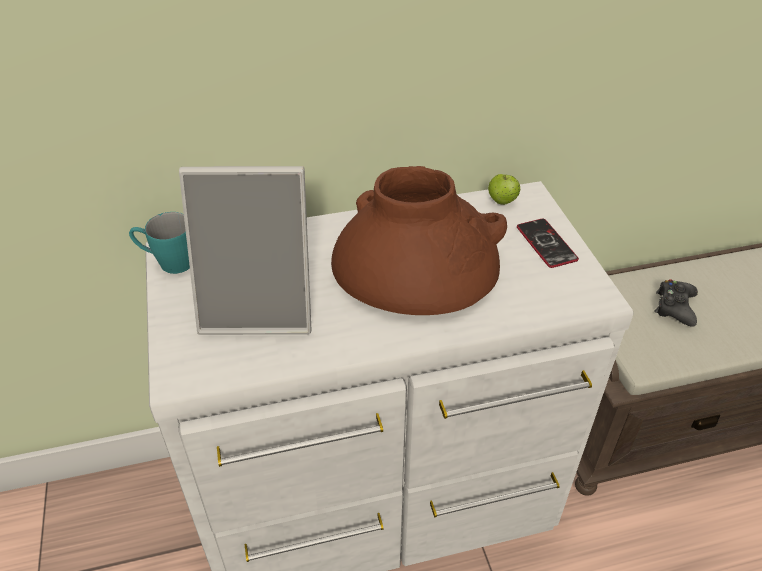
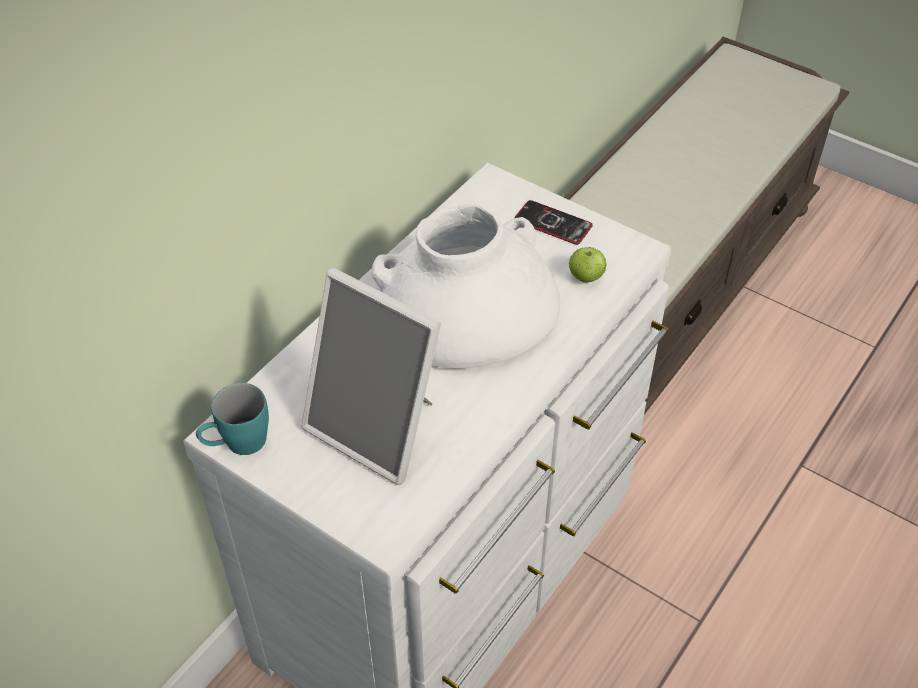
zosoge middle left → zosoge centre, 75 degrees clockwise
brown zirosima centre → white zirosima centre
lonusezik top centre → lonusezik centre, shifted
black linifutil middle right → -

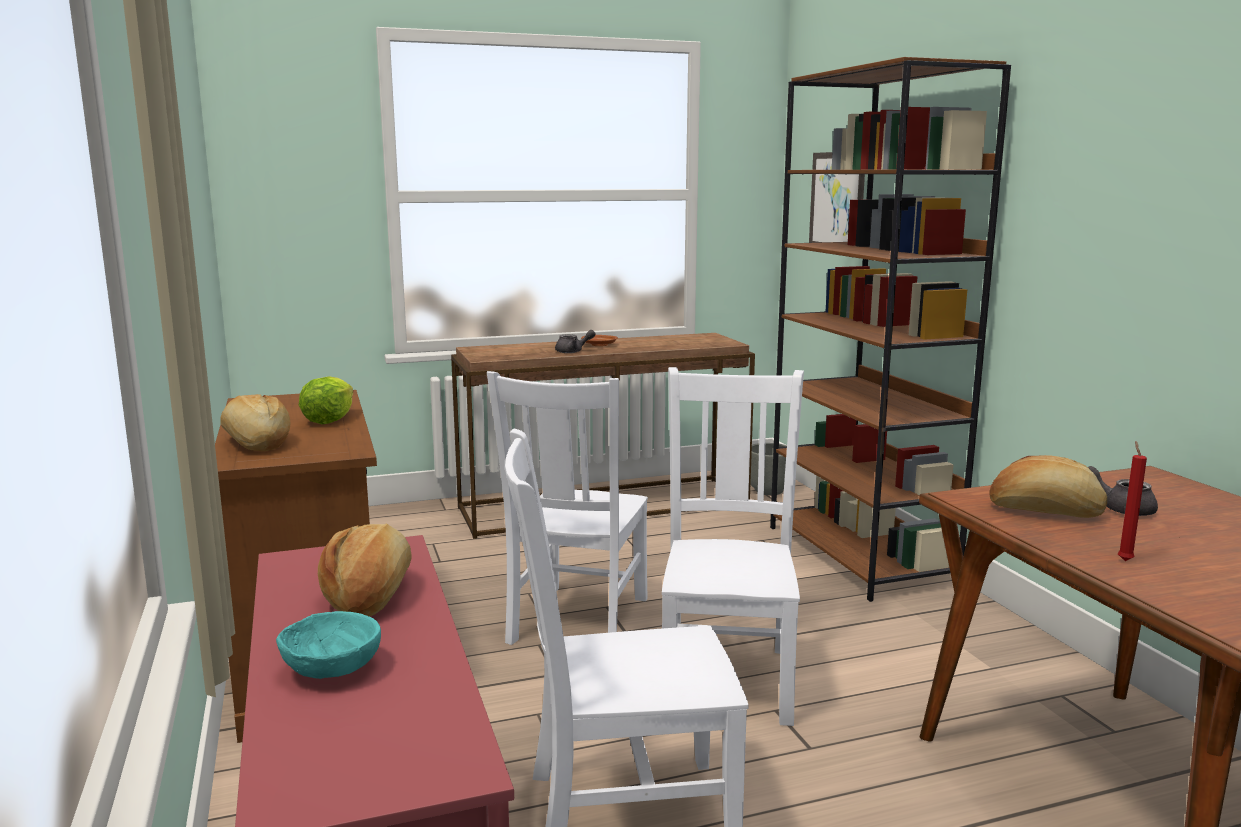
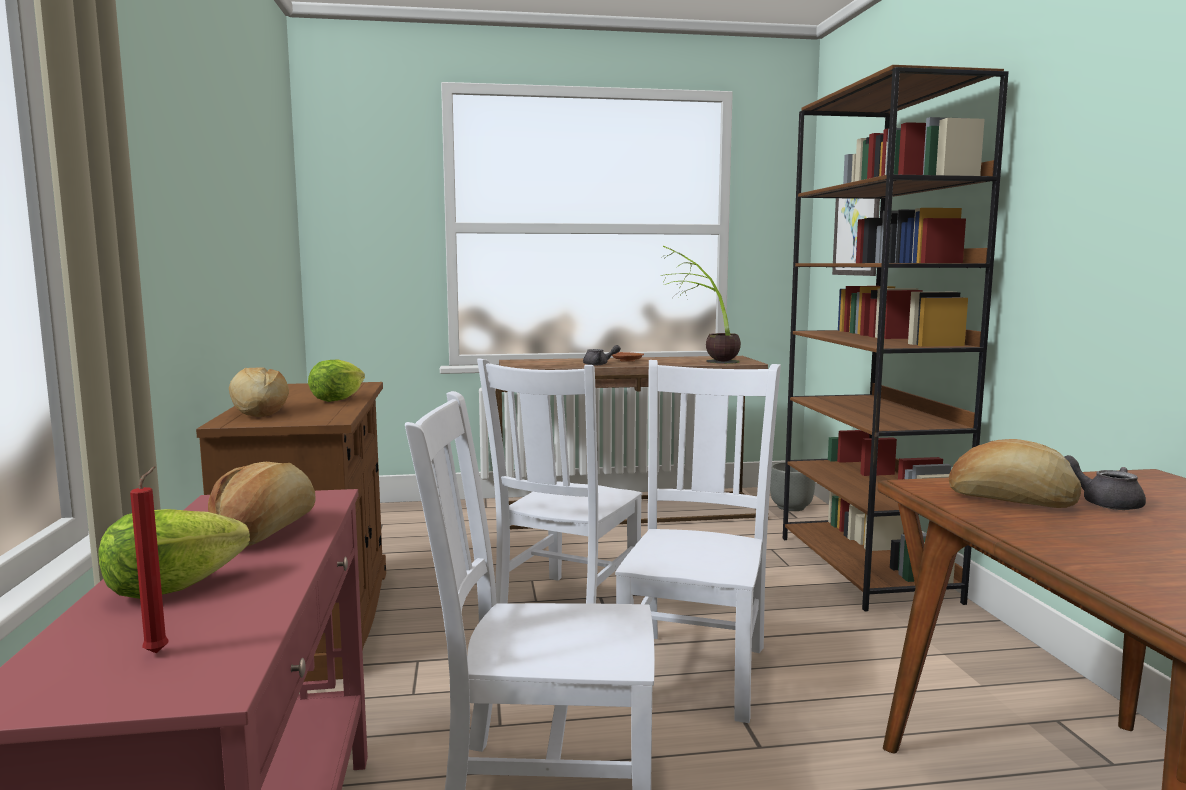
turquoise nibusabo bottom left → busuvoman (no. 1 from left) bottom left
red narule middle right → red narule bottom left, shifted
- → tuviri centre

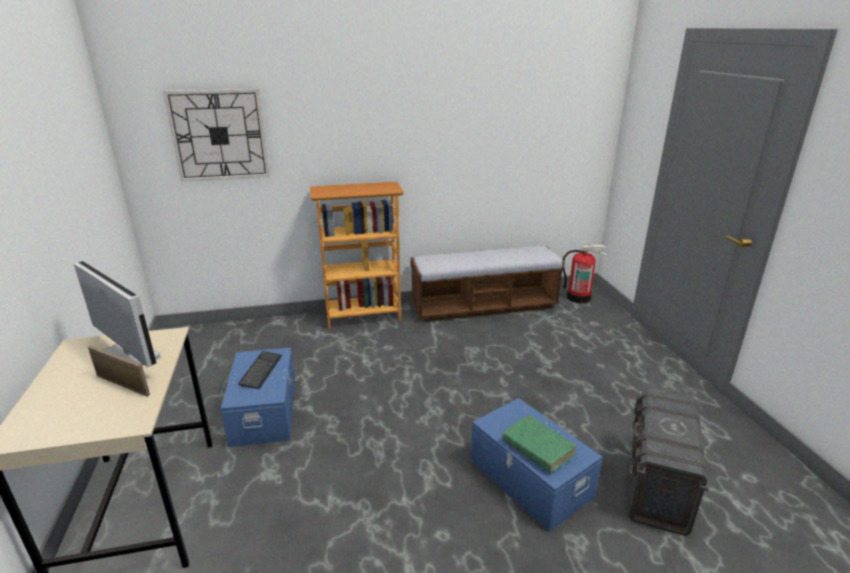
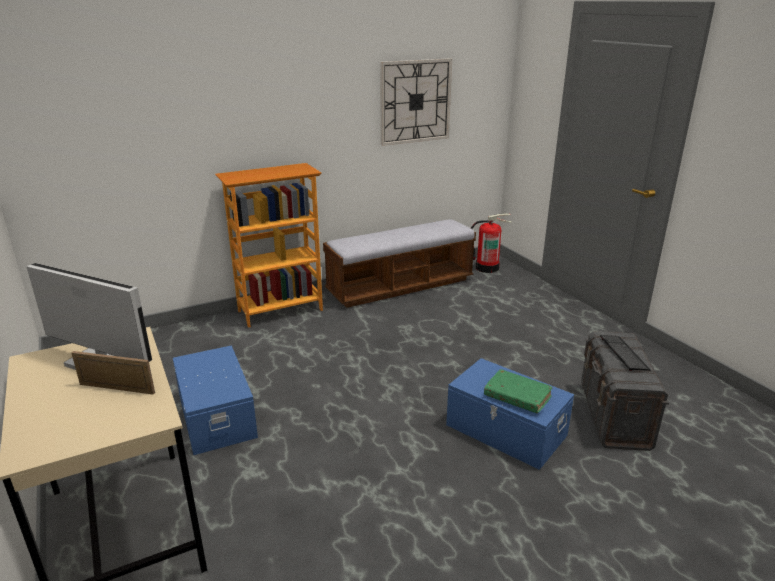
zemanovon top left → zemanovon top centre, shifted
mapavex middle left → mapavex middle right, shifted

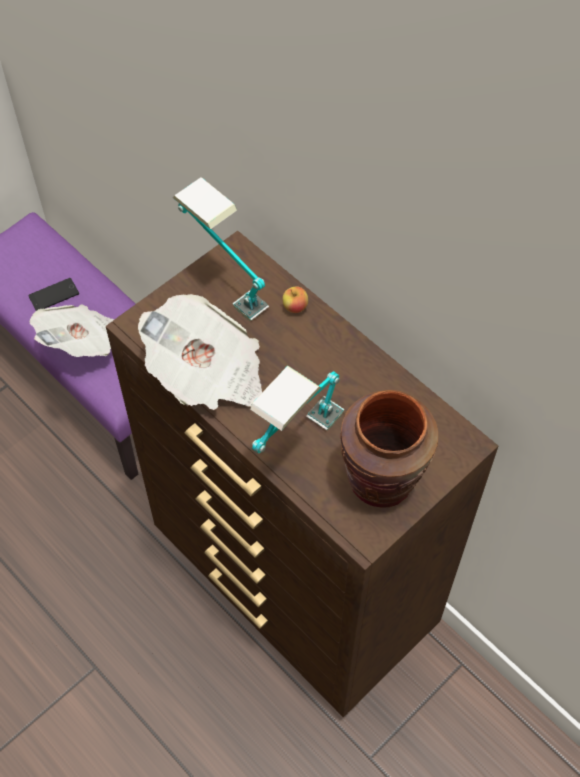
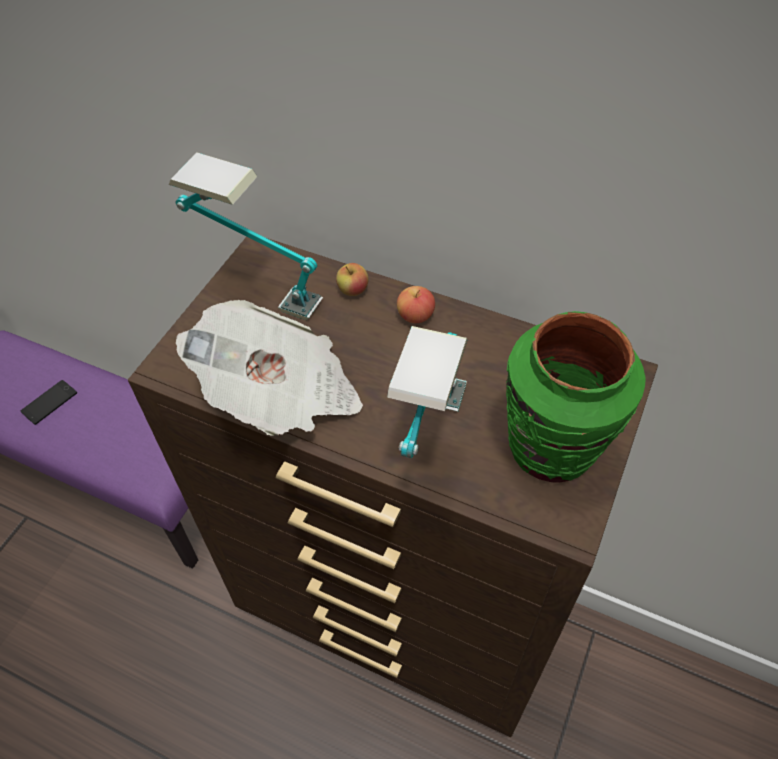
- → lonusezik (no. 2 from left) centre
brown zirosima middle right → green zirosima middle right
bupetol (no. 1 from left) middle left → -

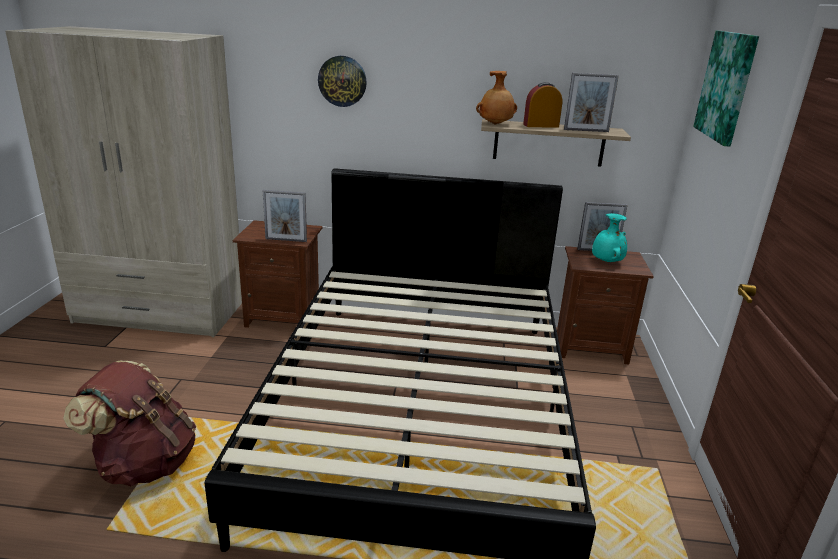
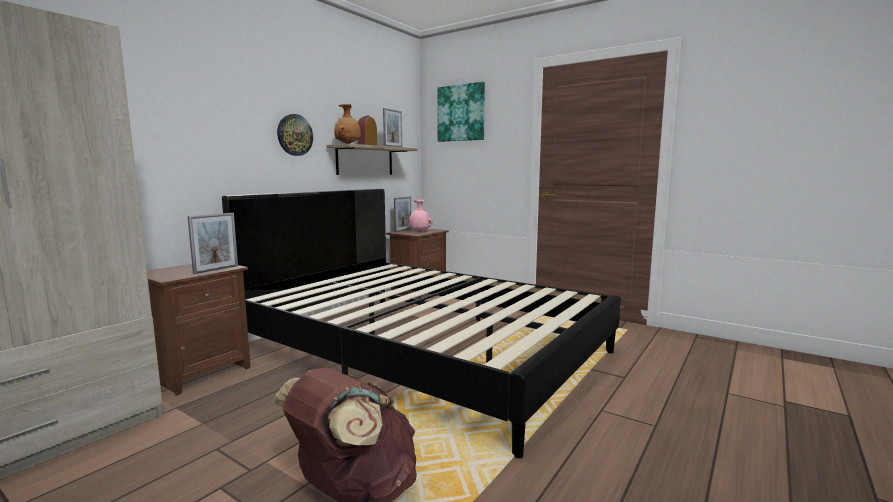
zemanovon top centre → zemanovon top left, shifted
turquoise zirosima middle right → pink zirosima centre

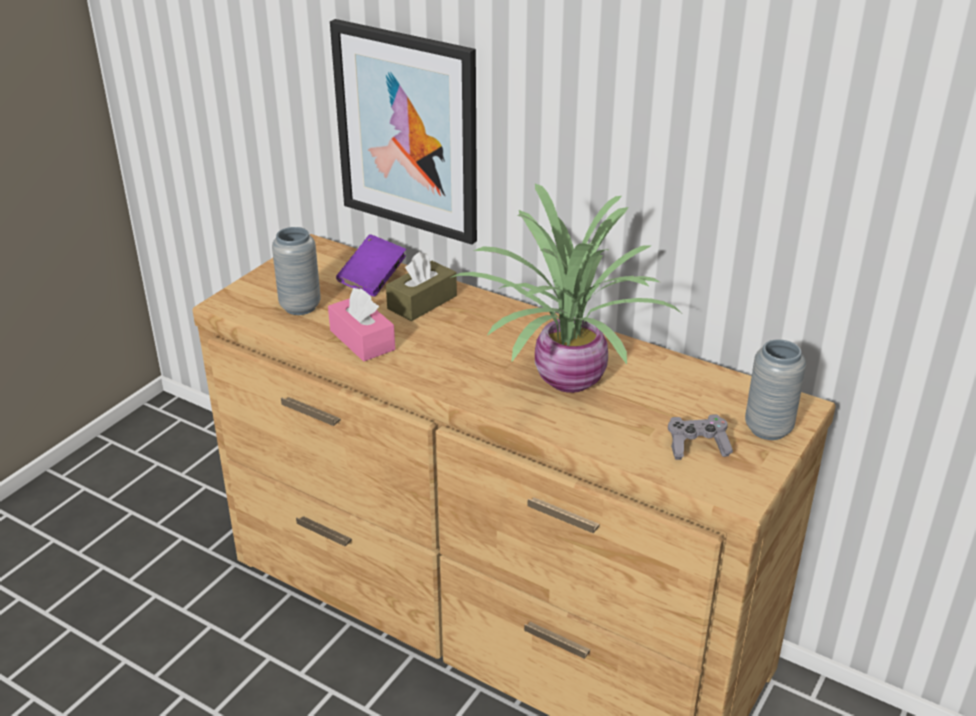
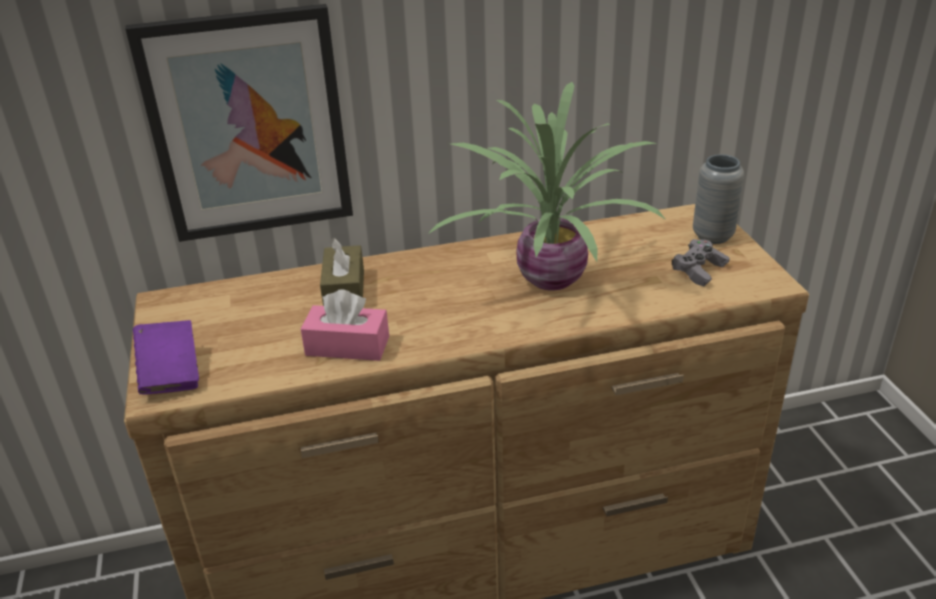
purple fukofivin centre → purple fukofivin middle left, shifted
grey zirosima (no. 1 from left) middle left → -

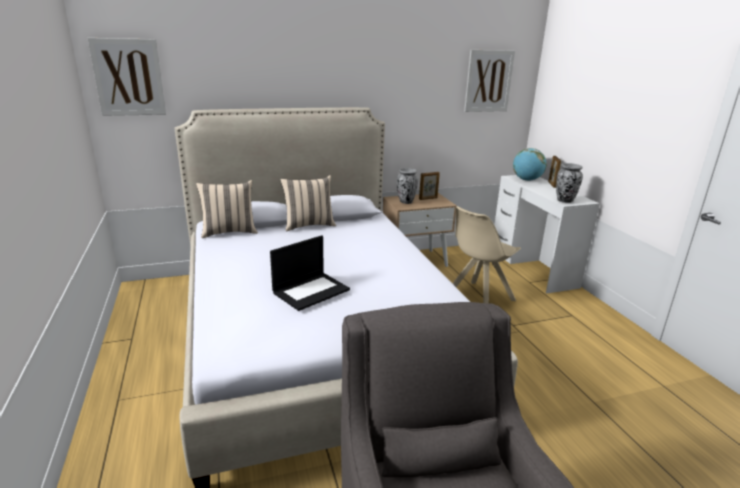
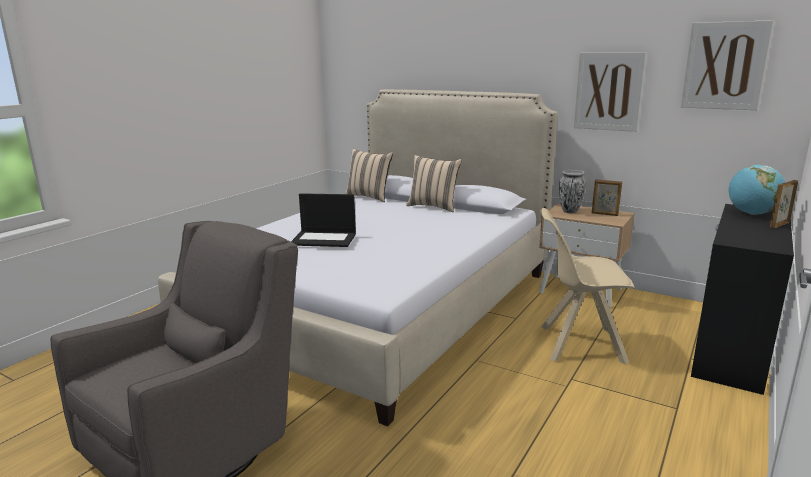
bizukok (no. 1 from left) top left → bizukok (no. 1 from left) top right, shifted
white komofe middle right → black komofe middle right
zirosima (no. 2 from left) middle right → -

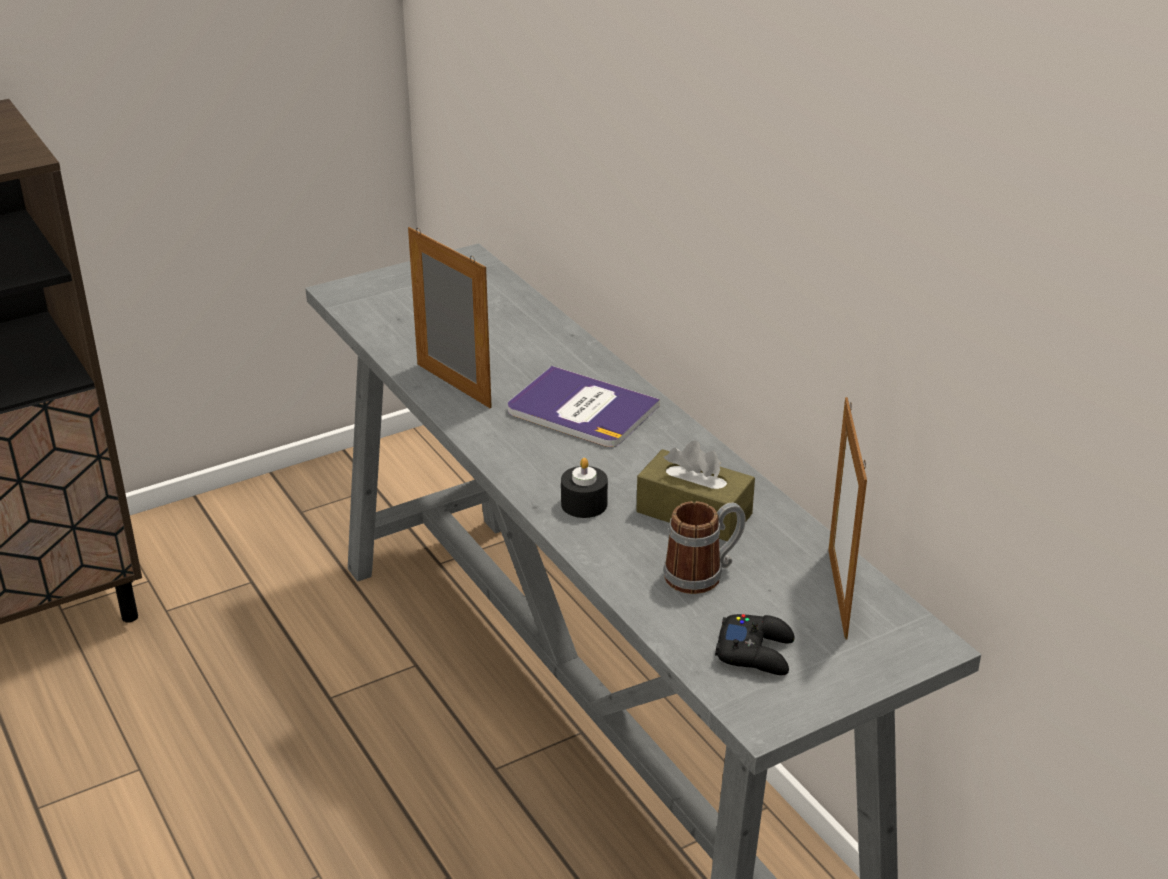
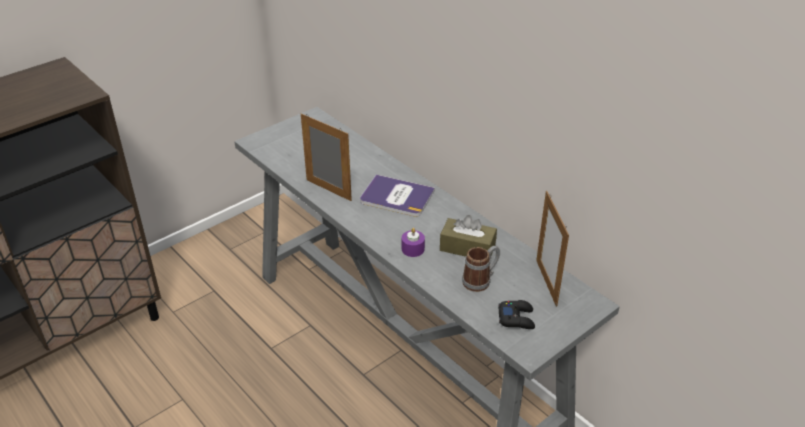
black narule centre → purple narule centre

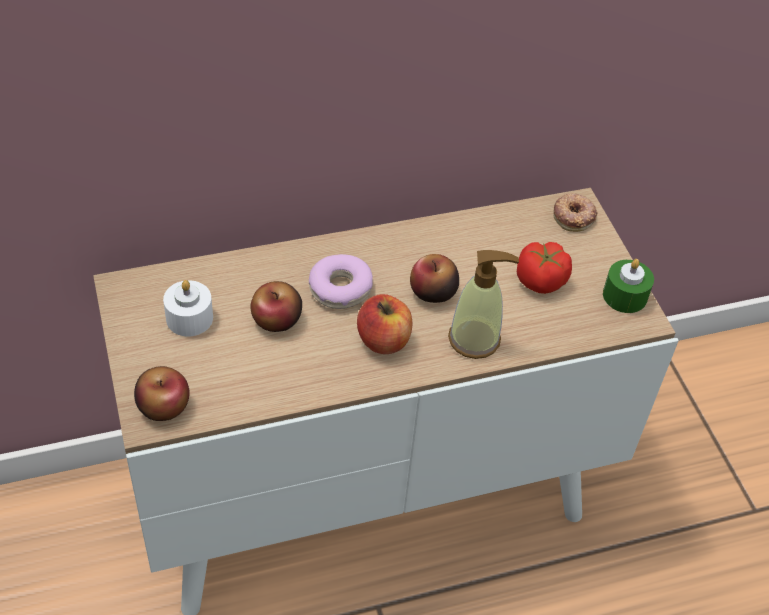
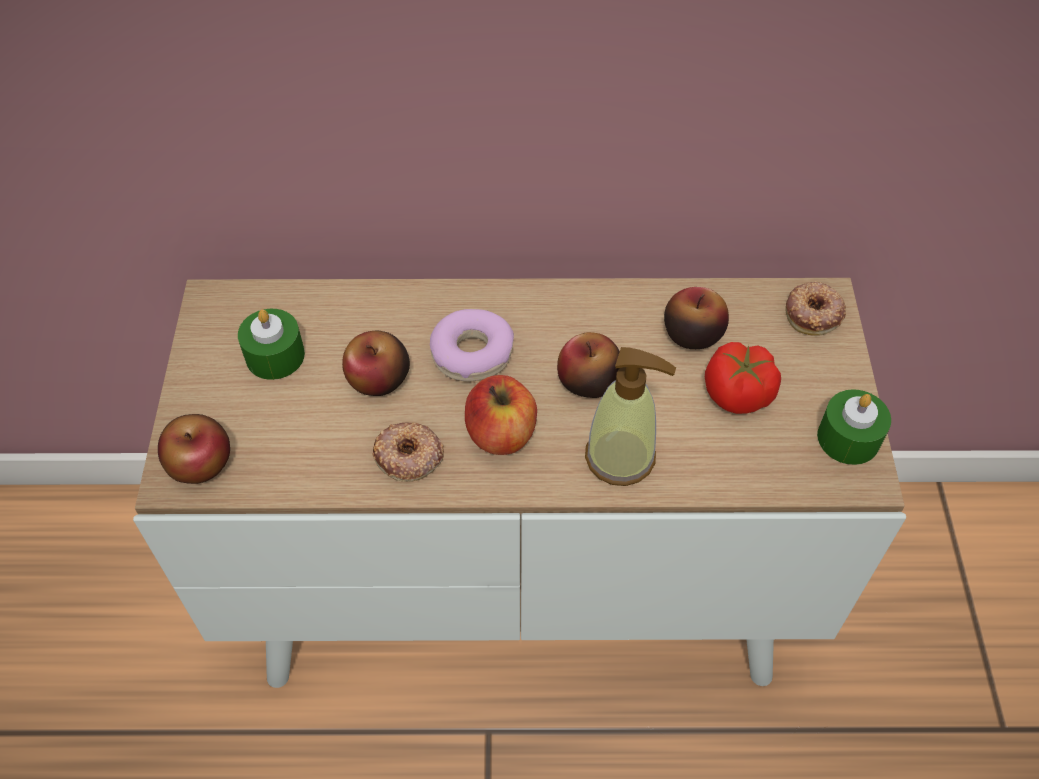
white narule middle left → green narule (no. 1 from left) middle left
- → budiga (no. 1 from left) centre
- → lonusezik (no. 5 from left) middle right

